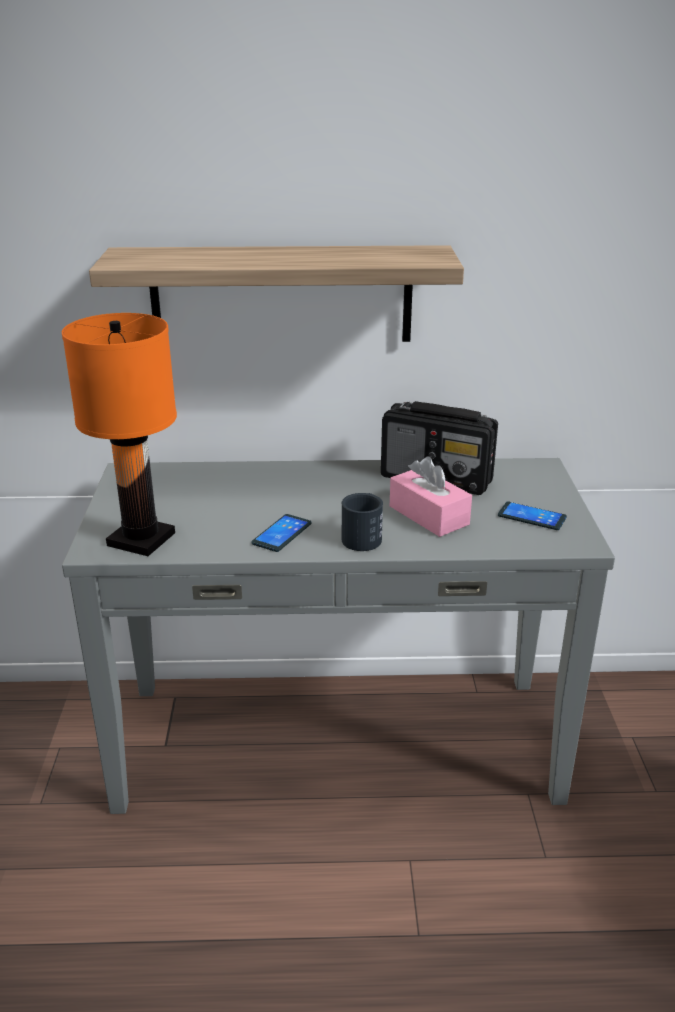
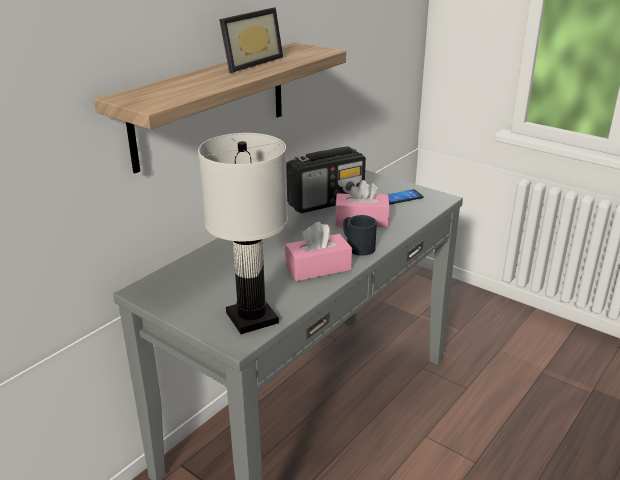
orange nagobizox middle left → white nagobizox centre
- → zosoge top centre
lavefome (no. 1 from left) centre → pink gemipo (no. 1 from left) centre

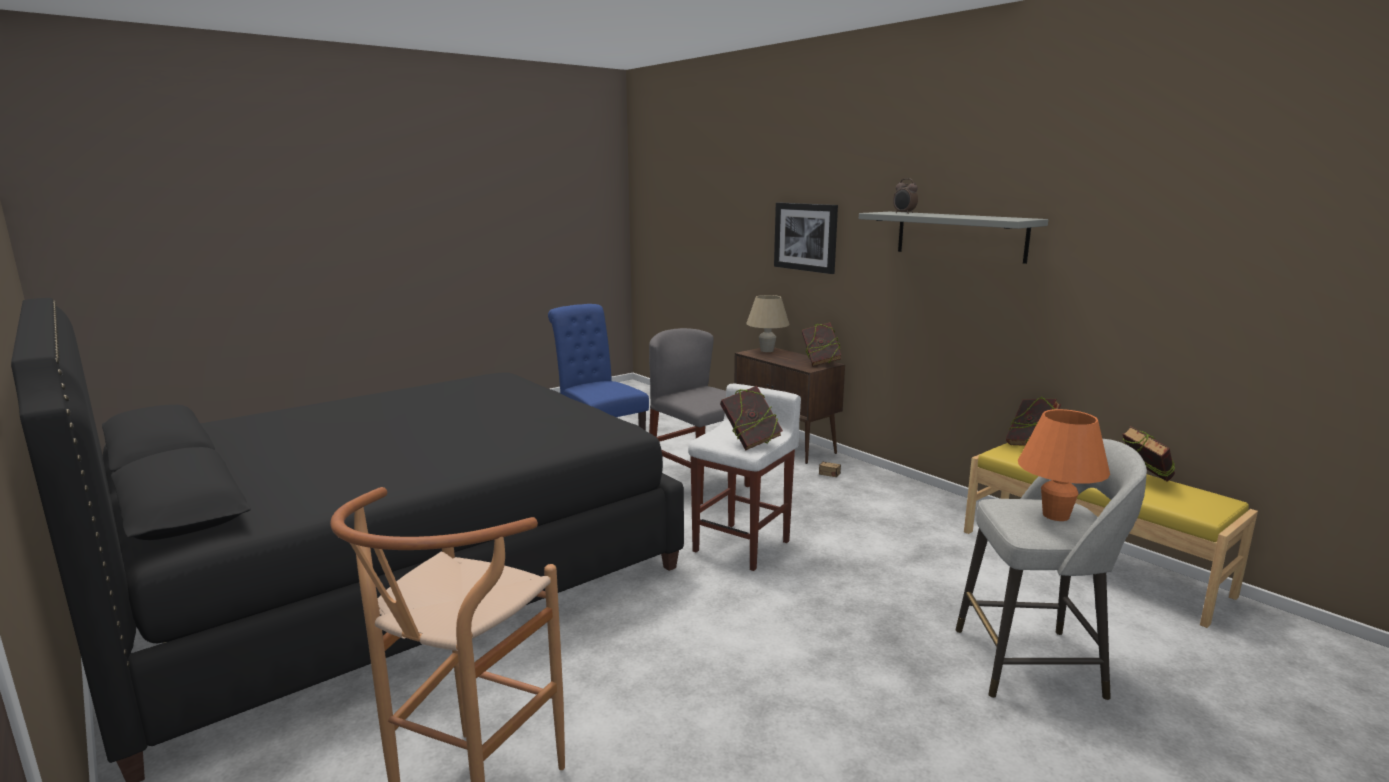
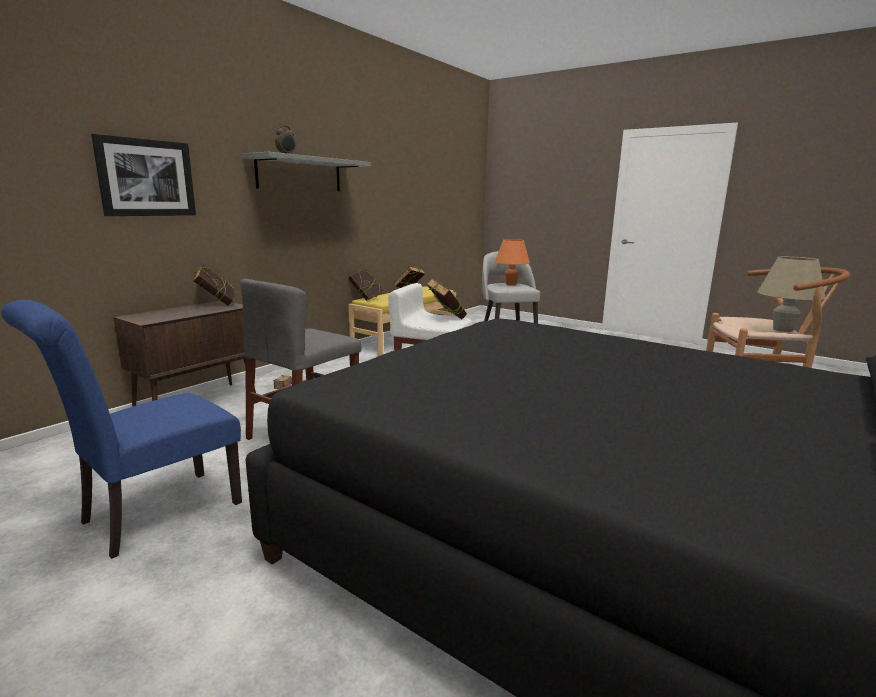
beige nagobizox centre → beige nagobizox middle right, shifted

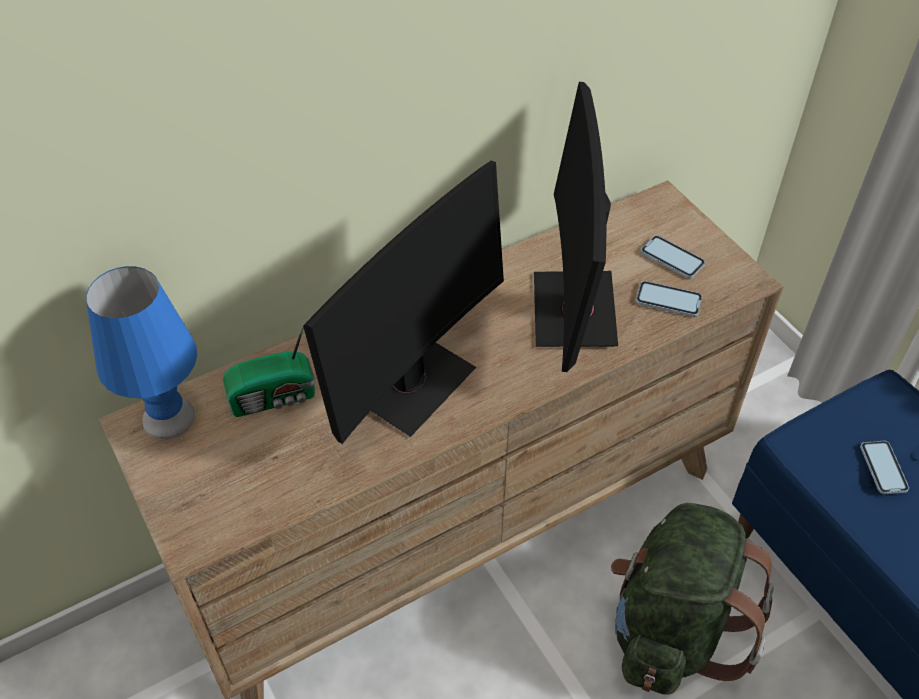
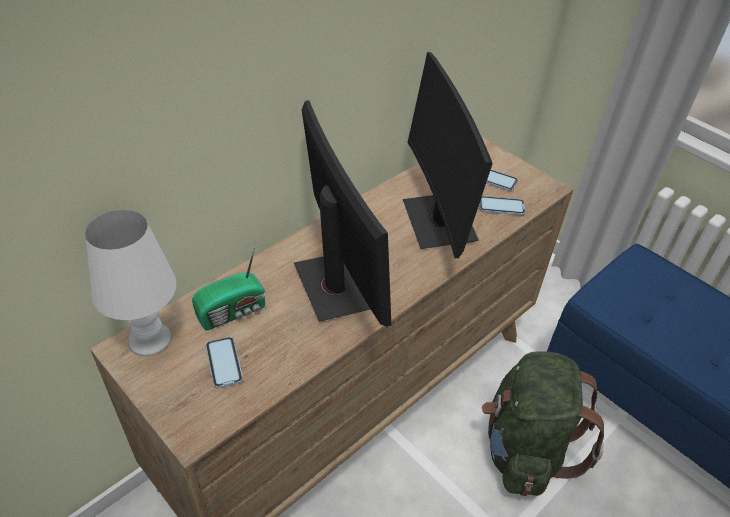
blue nagobizox middle left → white nagobizox middle left
lavefome (no. 3 from left in the first image) bottom right → lavefome (no. 1 from left) bottom left, shifted
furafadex (no. 1 from left) centre, 45 degrees counterclockwise

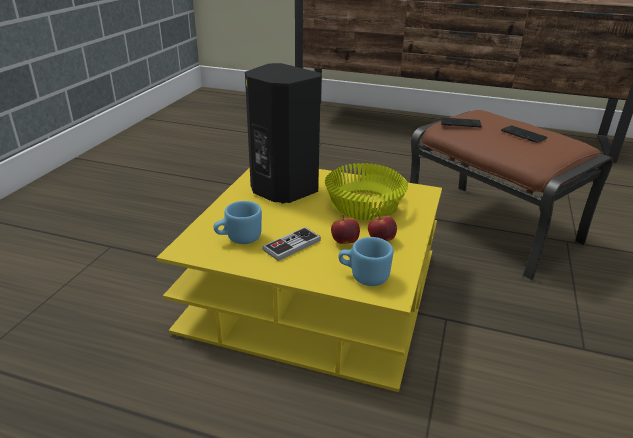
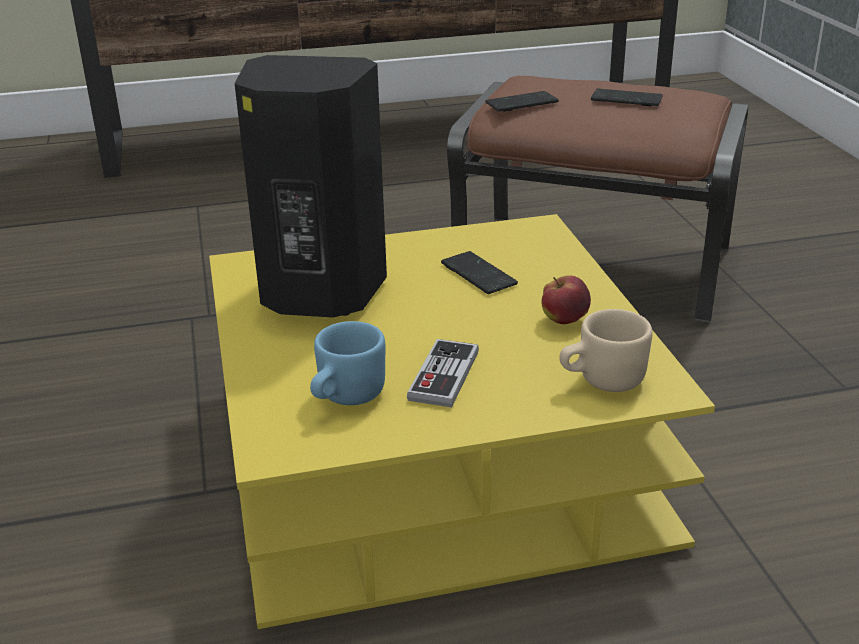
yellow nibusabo centre → lavefome (no. 1 from left) centre
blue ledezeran (no. 2 from left) centre → beige ledezeran middle right
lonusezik (no. 1 from left) centre → -

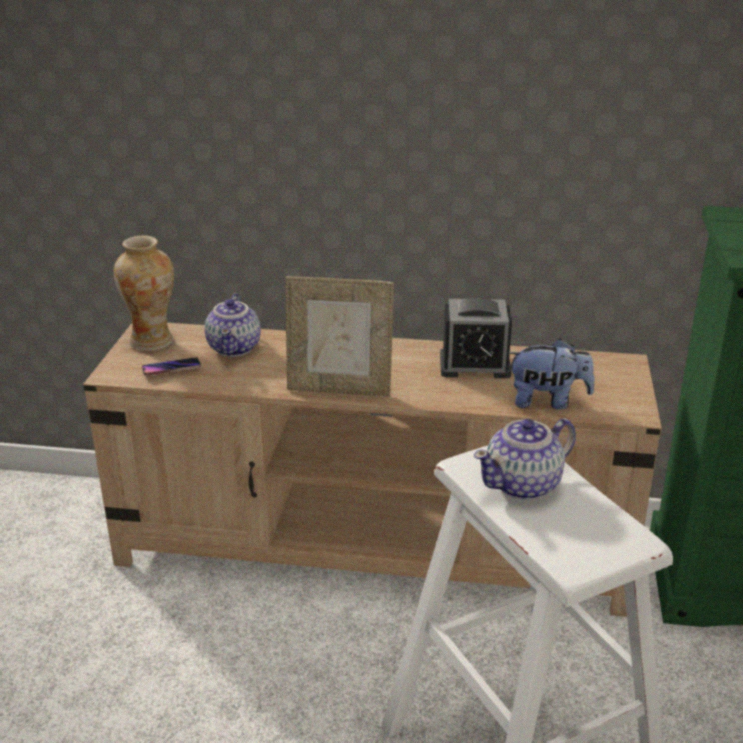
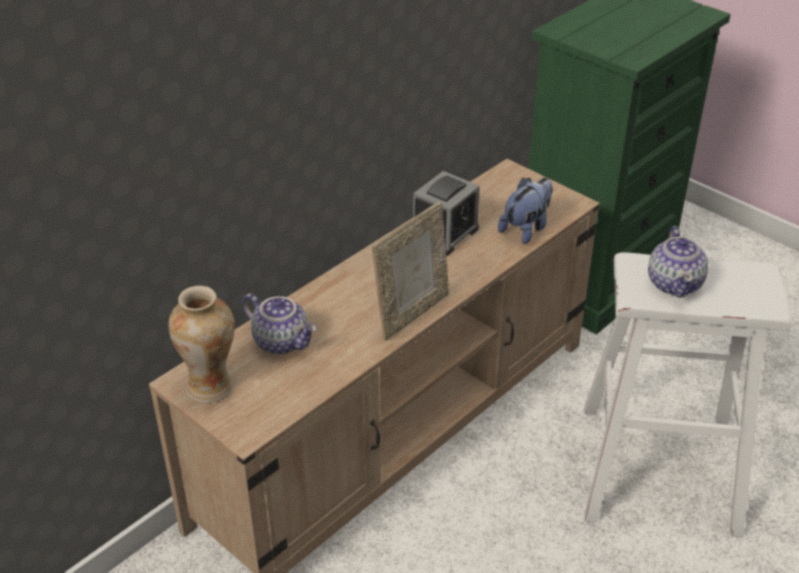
lavefome middle left → -

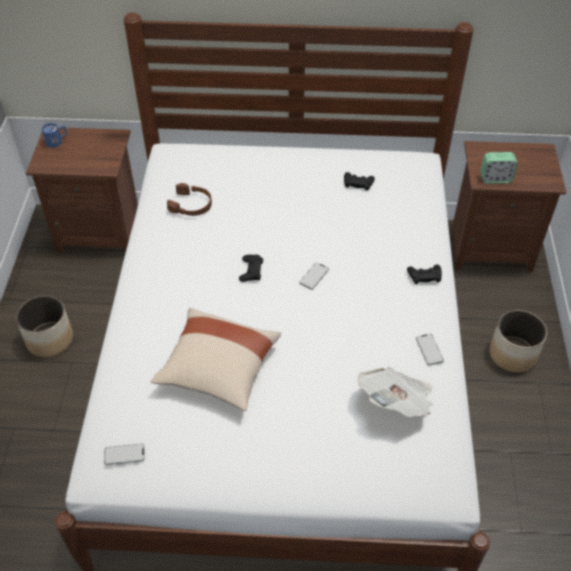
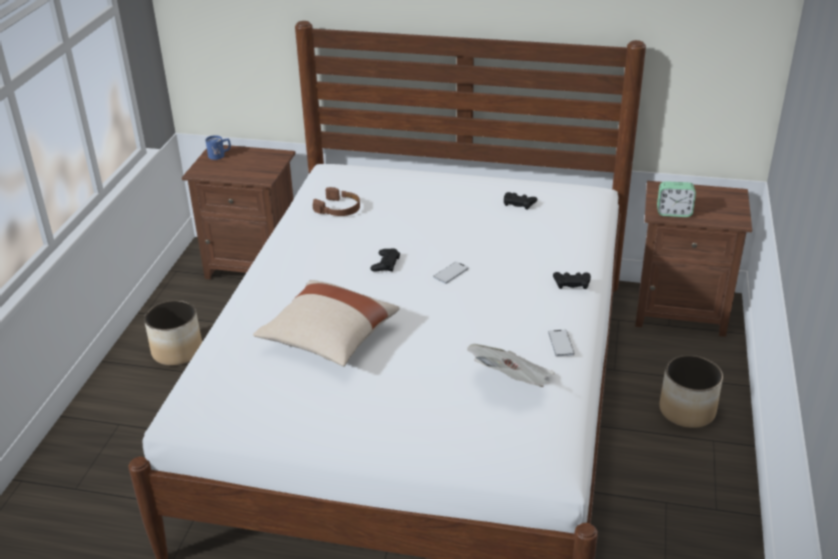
lavefome (no. 1 from left) bottom left → -

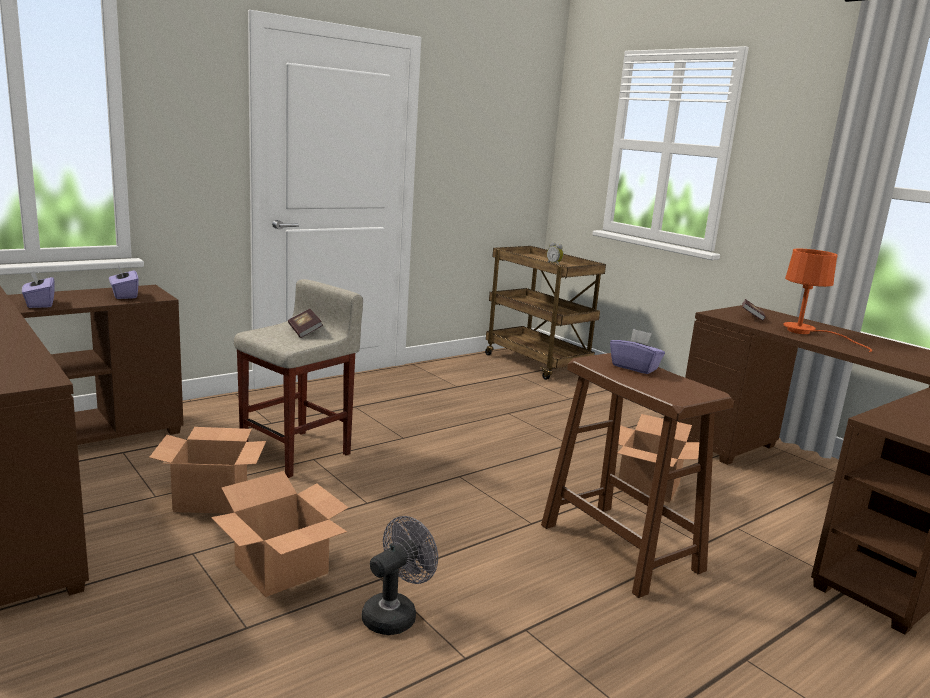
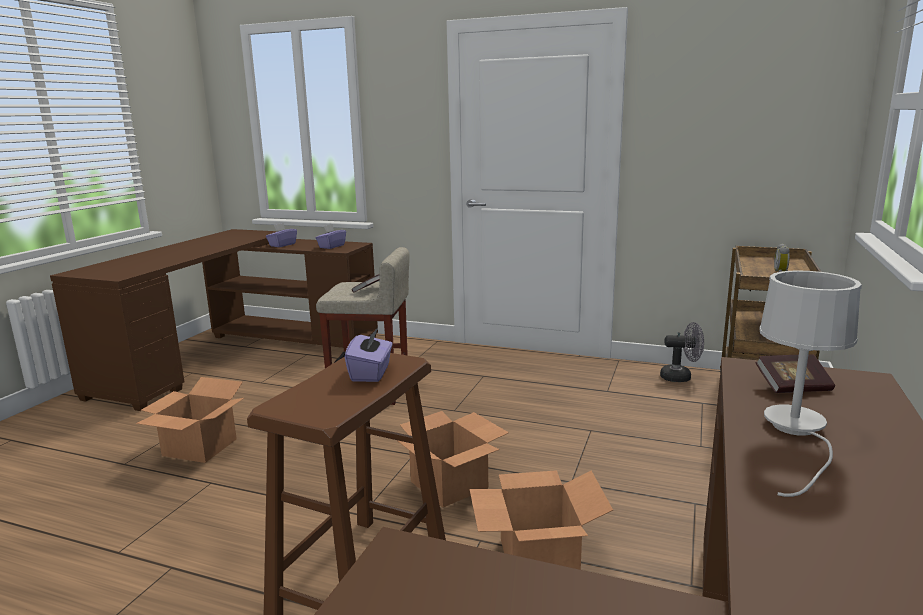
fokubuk (no. 1 from left in the first image) bottom left → fokubuk (no. 2 from left) bottom centre, shifted
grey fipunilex bottom centre → grey fipunilex middle right, shifted
orange nagobizox middle right → white nagobizox middle right

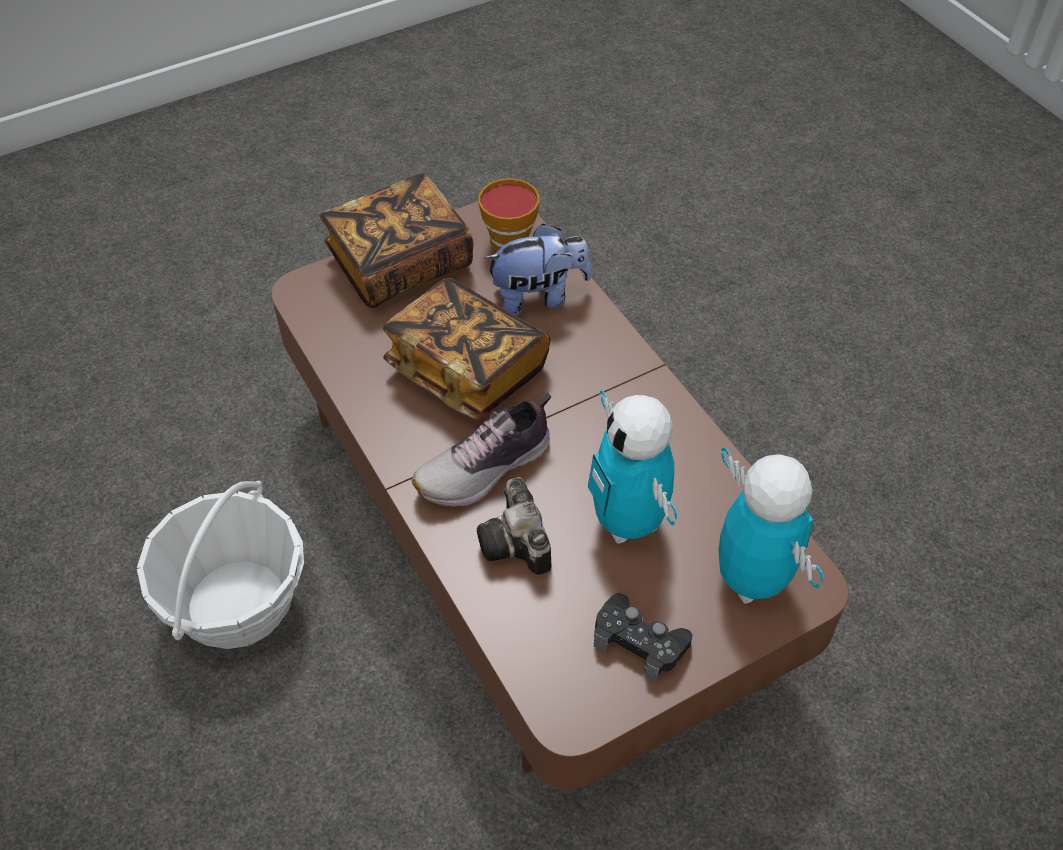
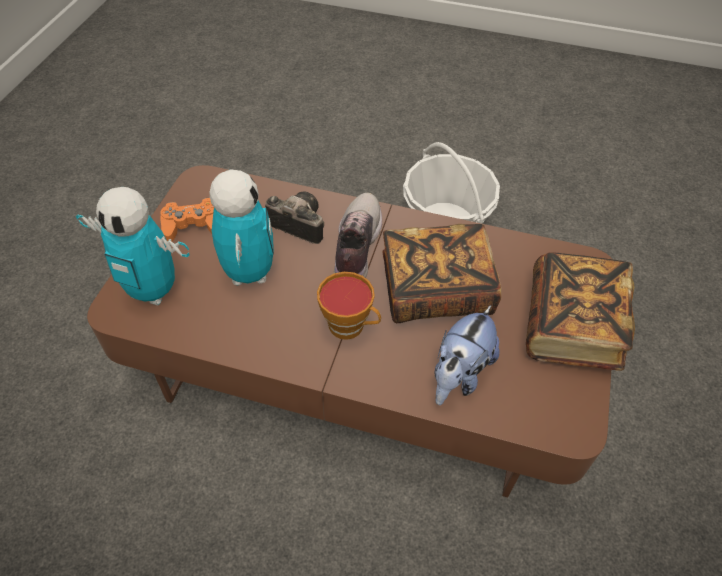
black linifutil bottom centre → orange linifutil middle left
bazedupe (no. 1 from left in the first image) centre → bazedupe (no. 2 from left) centre, 60 degrees clockwise
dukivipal top centre → dukivipal centre, shifted

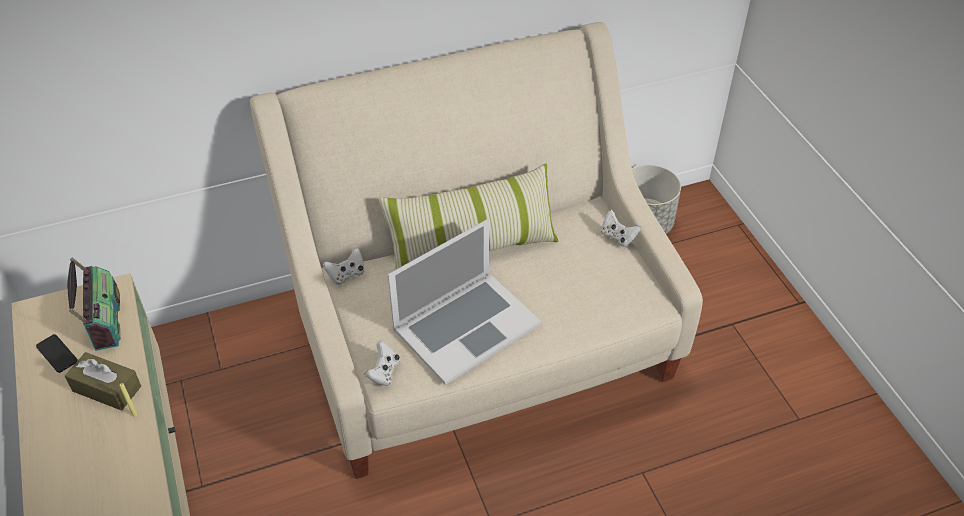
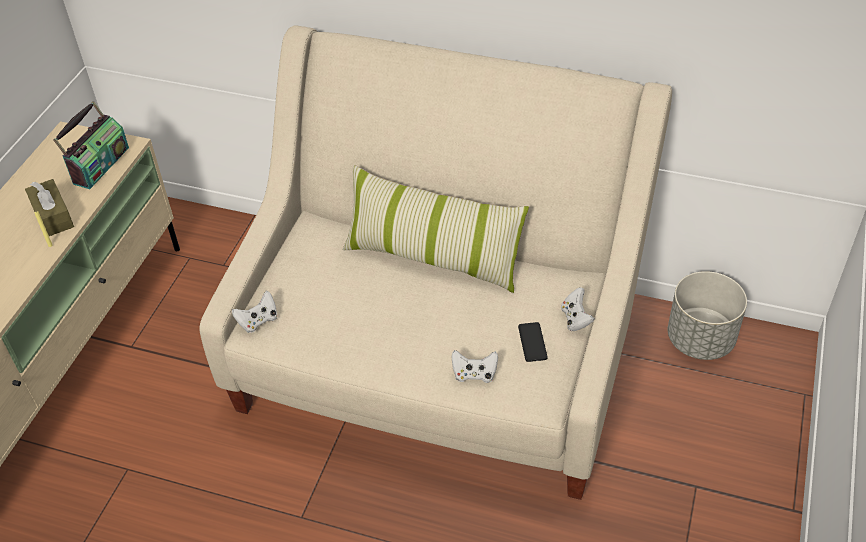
white linifutil (no. 1 from left in the first image) centre → white linifutil (no. 2 from left) bottom centre, shifted
lavefome bottom left → lavefome centre, shifted
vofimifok centre → -

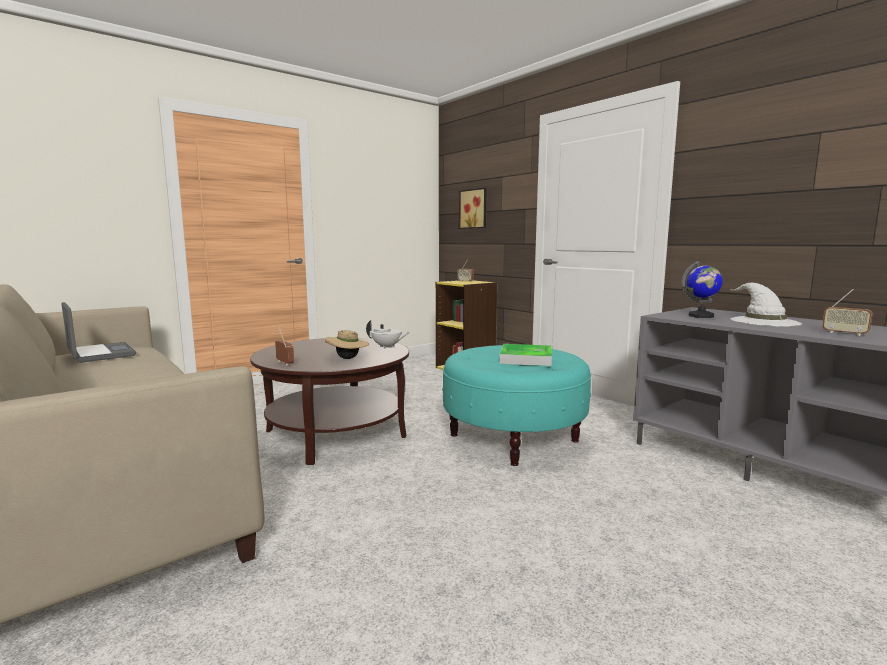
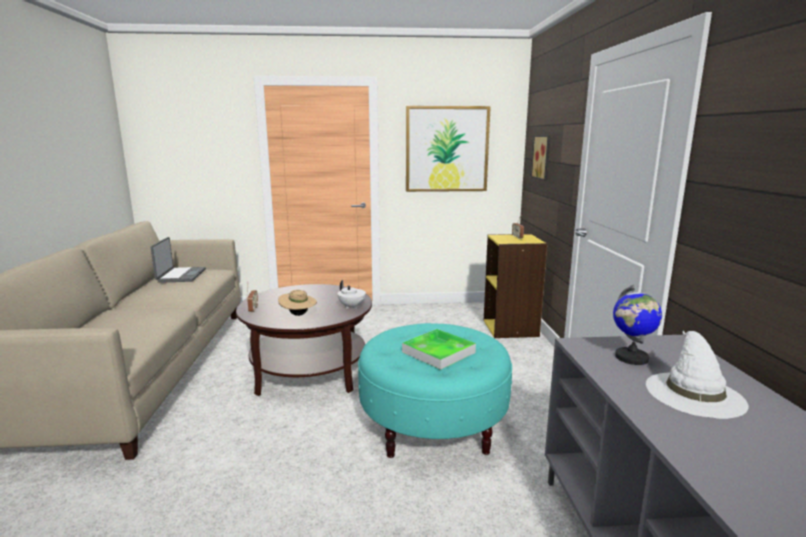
- → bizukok (no. 1 from left) top centre
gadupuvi (no. 3 from left) middle right → -

